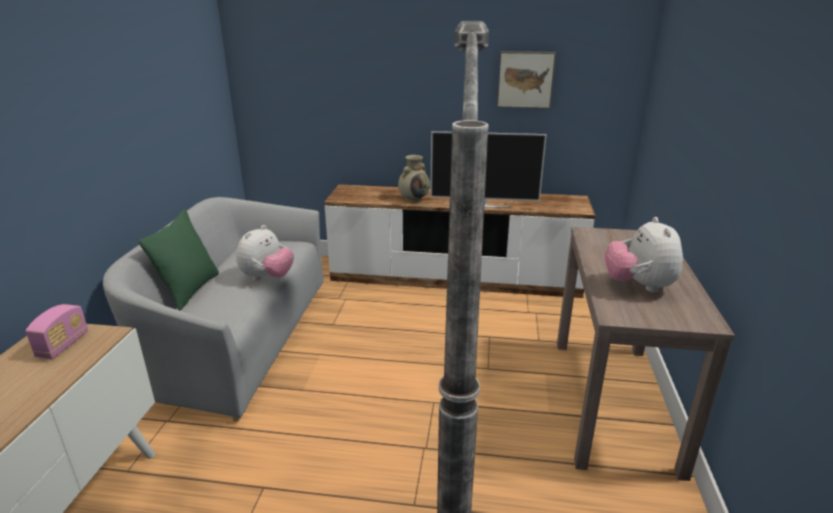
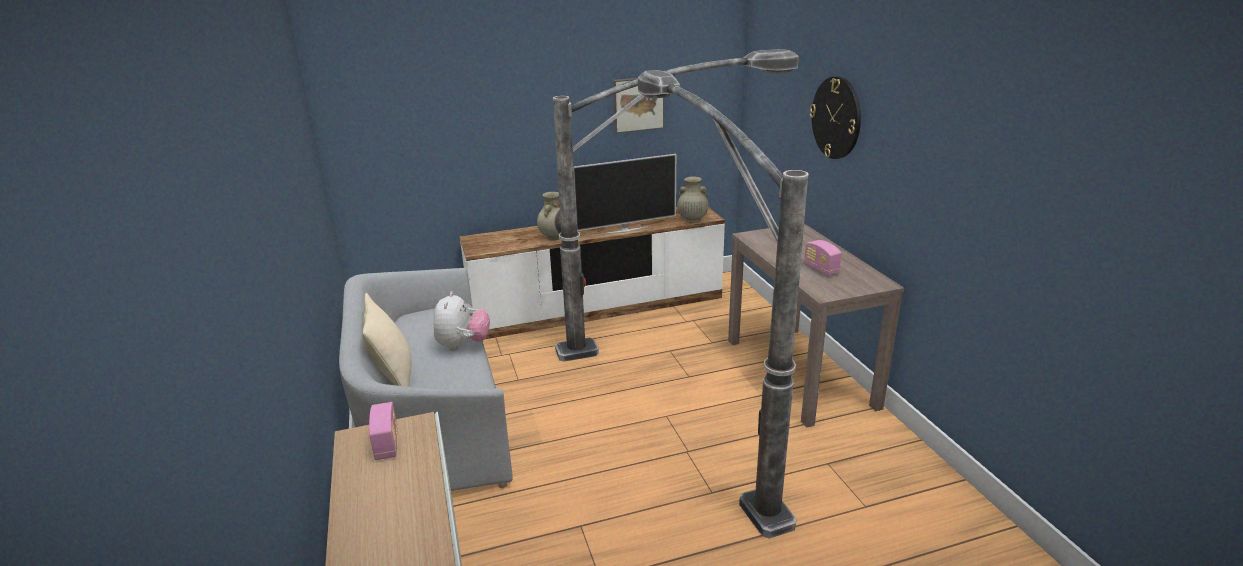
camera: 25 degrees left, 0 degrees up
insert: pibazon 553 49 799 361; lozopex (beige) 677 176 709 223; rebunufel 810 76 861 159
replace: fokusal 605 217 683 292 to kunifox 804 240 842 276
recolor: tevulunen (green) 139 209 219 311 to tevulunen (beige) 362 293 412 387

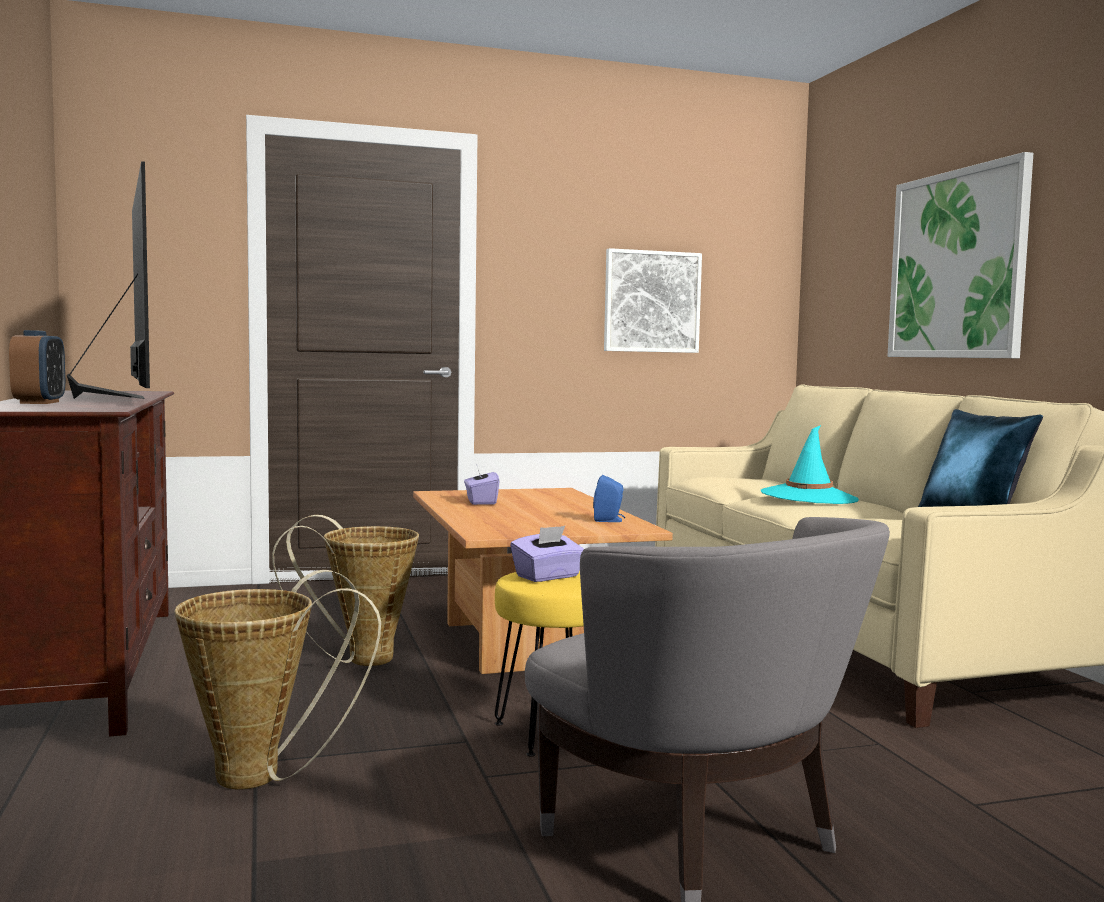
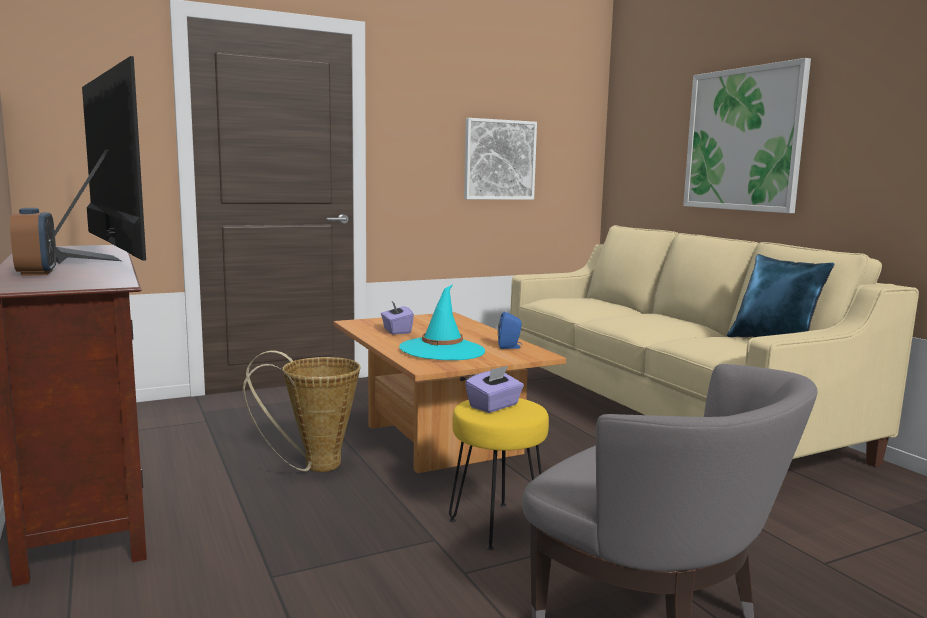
camera: 10 degrees left, 5 degrees up
delete: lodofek 174 570 381 789
move: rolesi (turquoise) 761 425 859 504 to 400 285 485 360

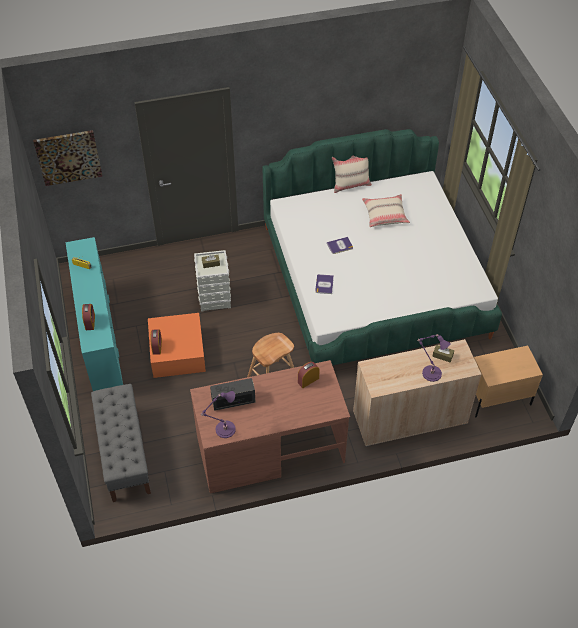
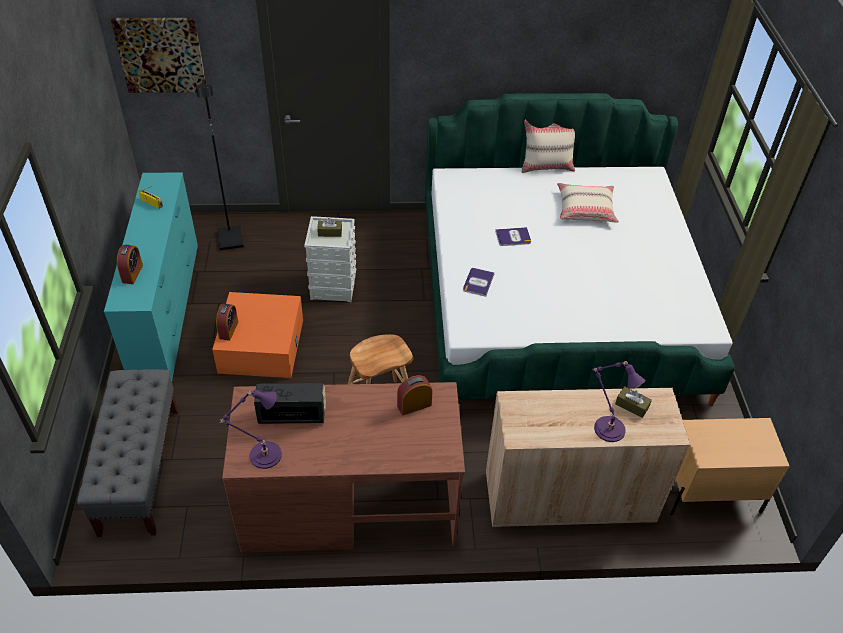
camera: 10 degrees right, 5 degrees down
insert: pibazon (black) 196 80 244 251

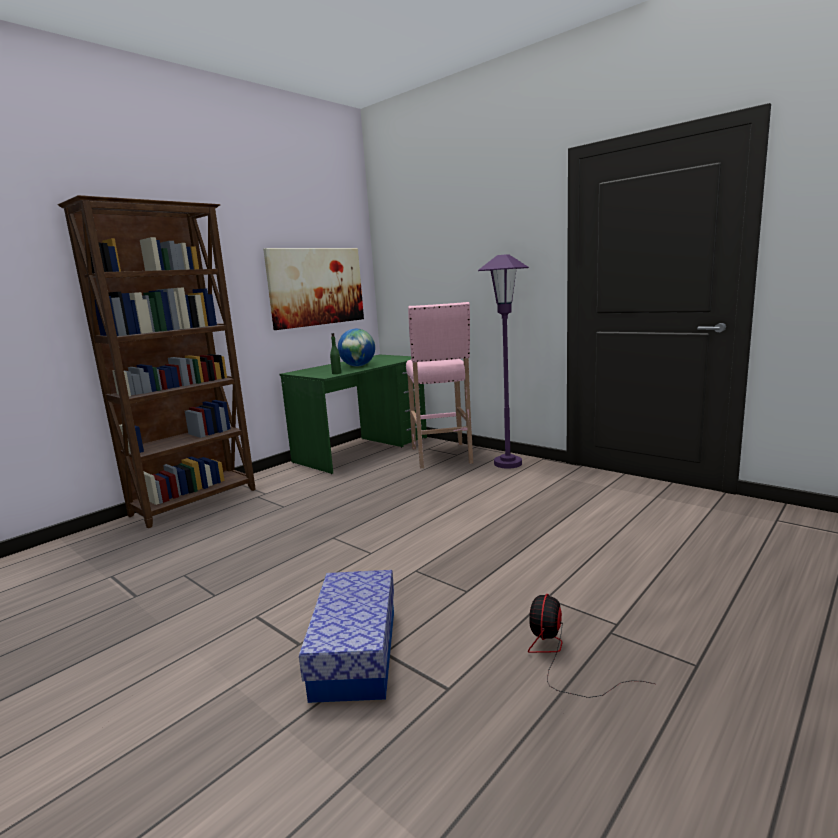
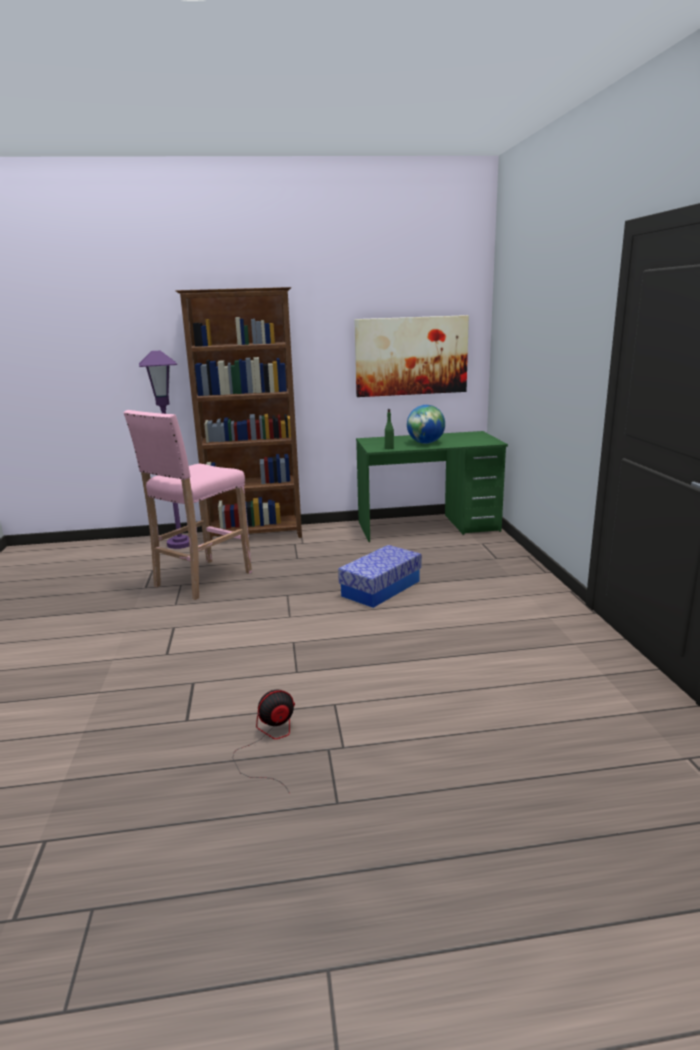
camera: 40 degrees right, 5 degrees up
move: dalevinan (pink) 406 302 473 468 to 124 410 252 600; pibazon (purple) 478 254 529 469 to 139 351 189 549; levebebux 299 570 394 703 to 338 545 422 608

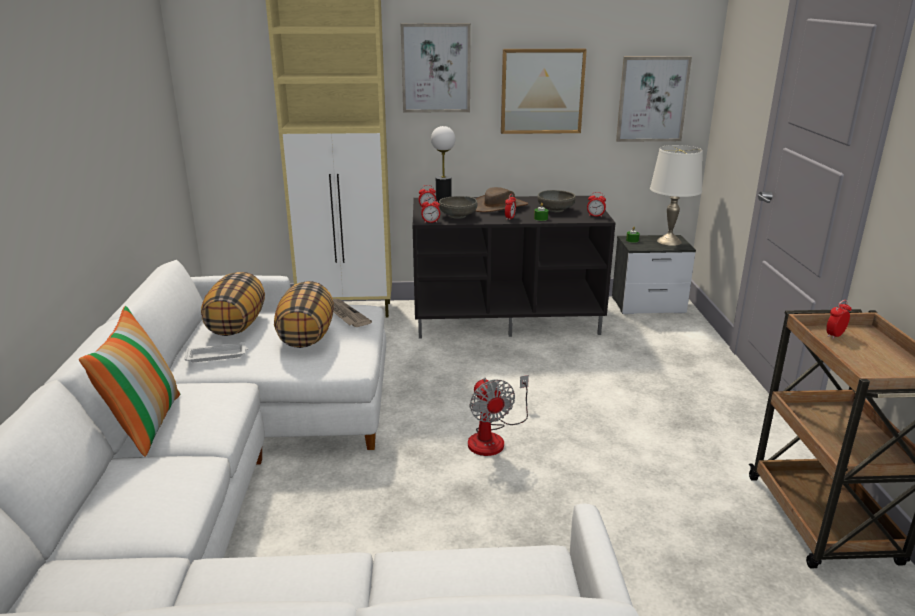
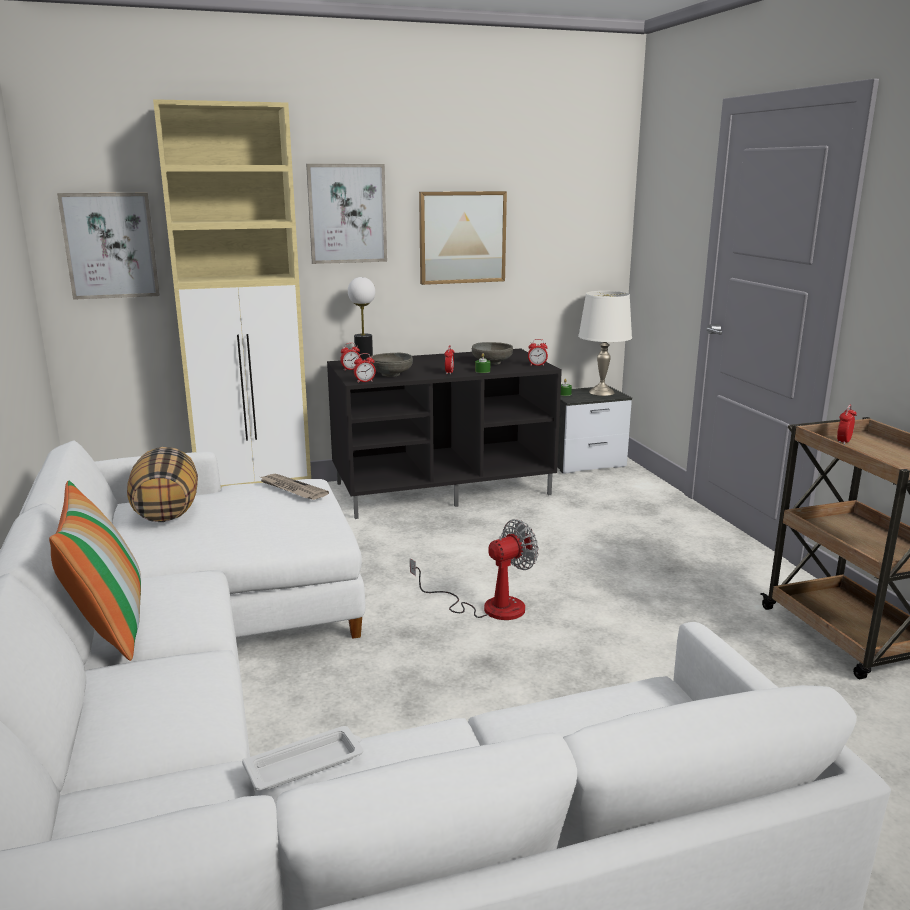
camera: 15 degrees left, 5 degrees down
delete: tevulunen 274 281 334 348; rolesi (brown) 475 187 528 212
move: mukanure 616 56 692 142 to 57 193 160 300; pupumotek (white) 185 343 248 362 to 242 726 363 791
rotate: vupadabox 468 375 529 456 = 410 519 539 620 90 degrees counterclockwise

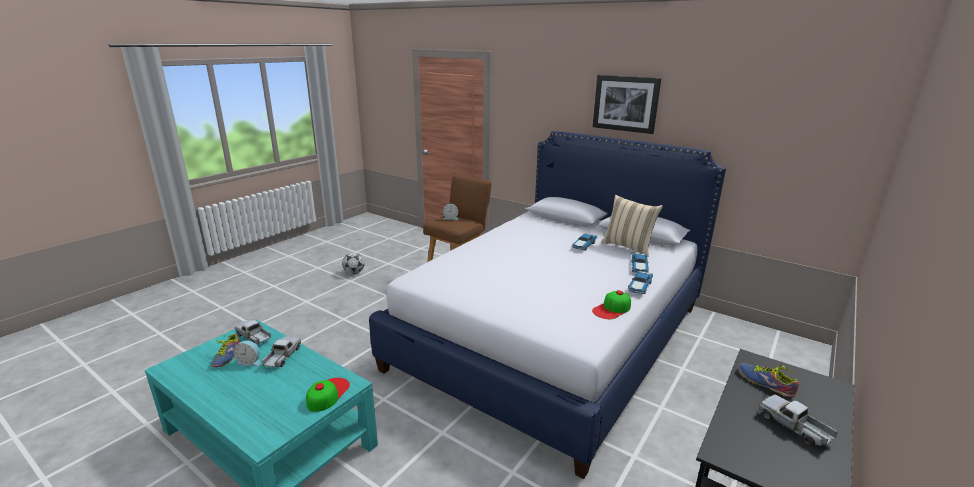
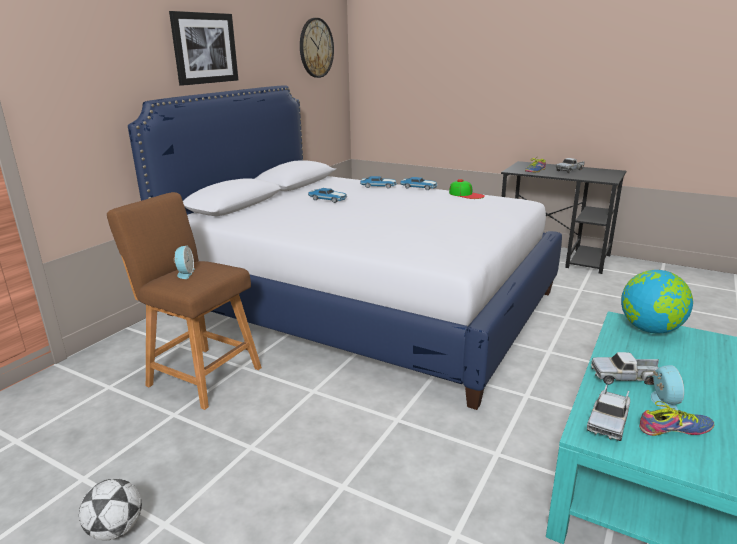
camera: 95 degrees left, 0 degrees up
delete: tevulunen (beige) 601 195 663 257
insert: rebunufel 300 18 334 78
replace: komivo 306 378 350 412 to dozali 621 270 693 334

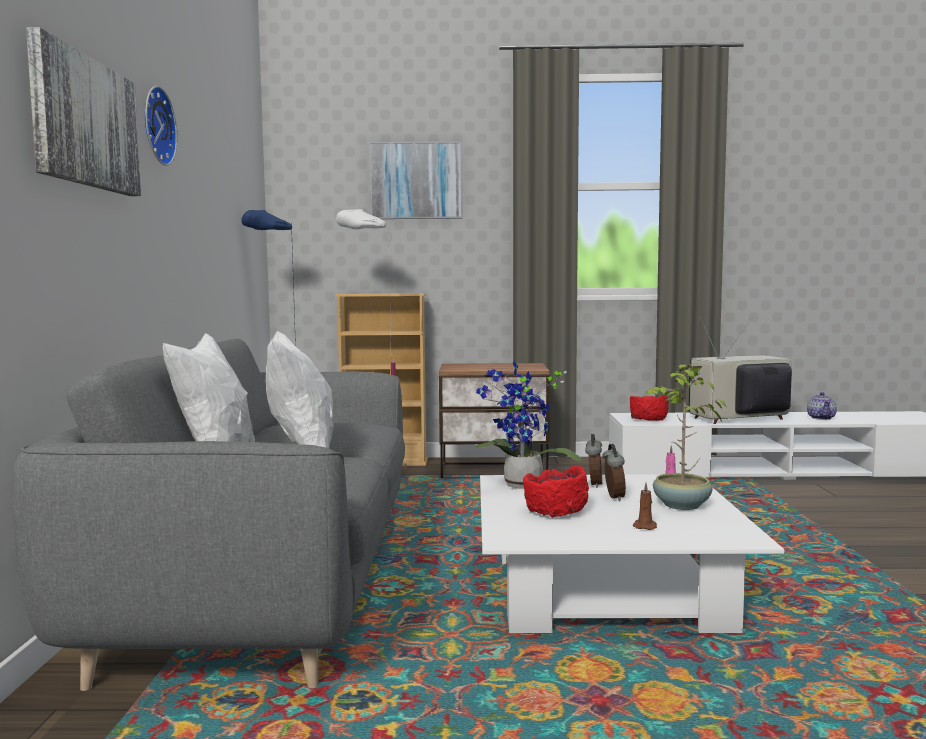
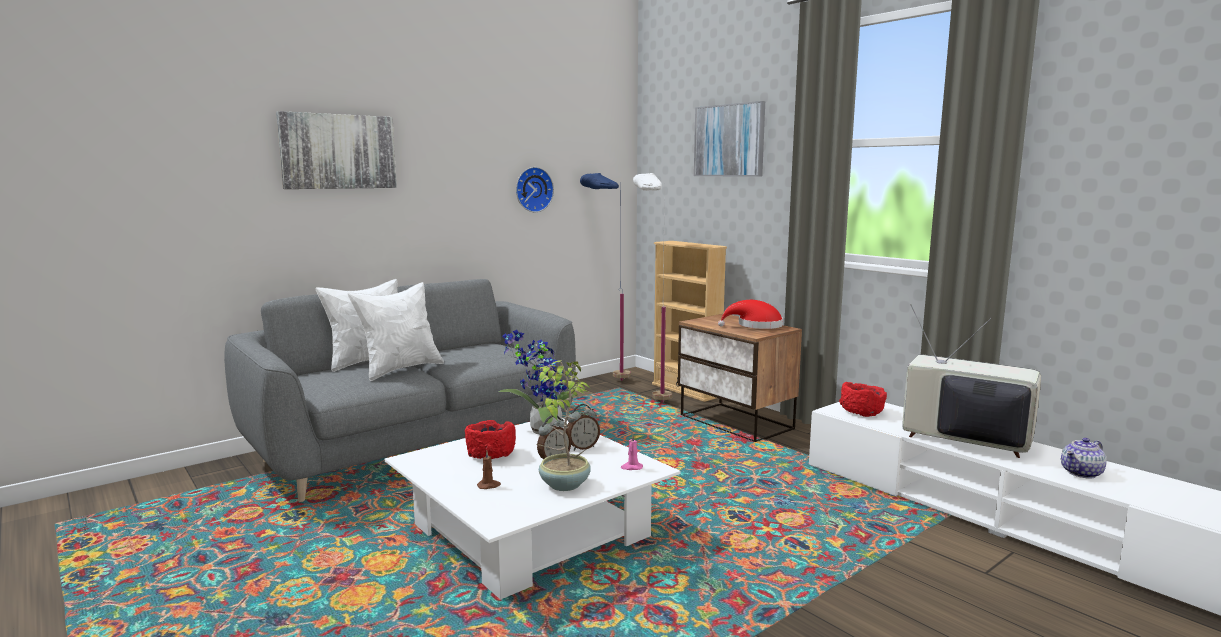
camera: 50 degrees right, 5 degrees up
insert: rolesi (red) 718 300 783 329
move: rebunufel 145 86 178 166 to 516 167 554 212

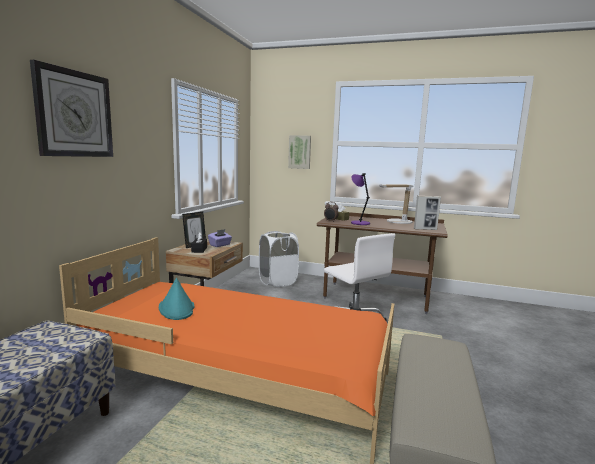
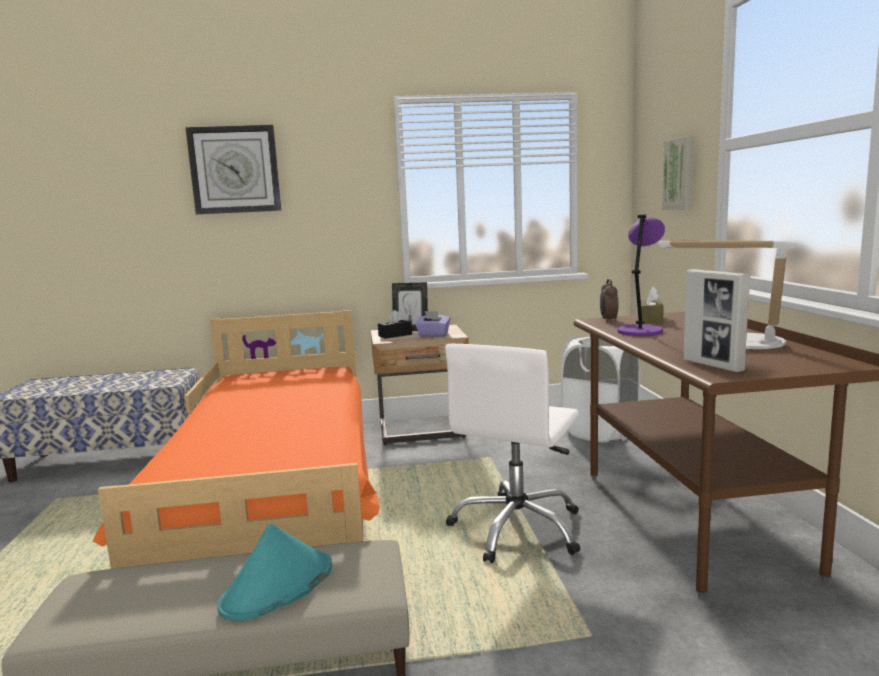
camera: 65 degrees right, 0 degrees up
move: rolesi (turquoise) 159 278 194 320 to 217 523 332 621

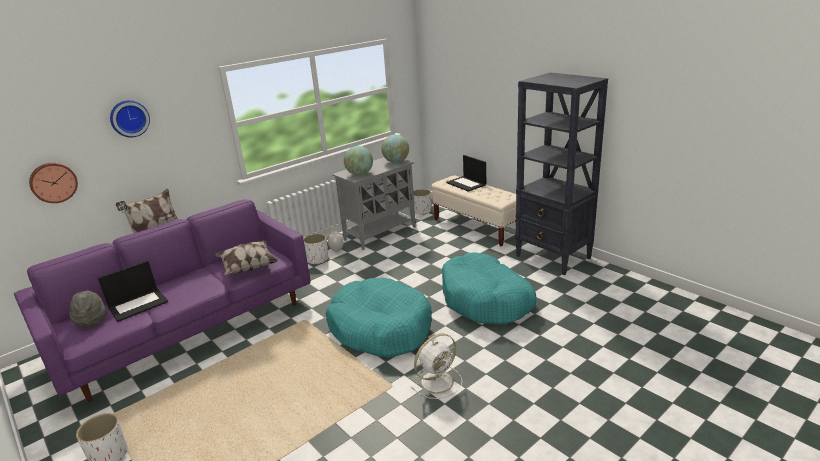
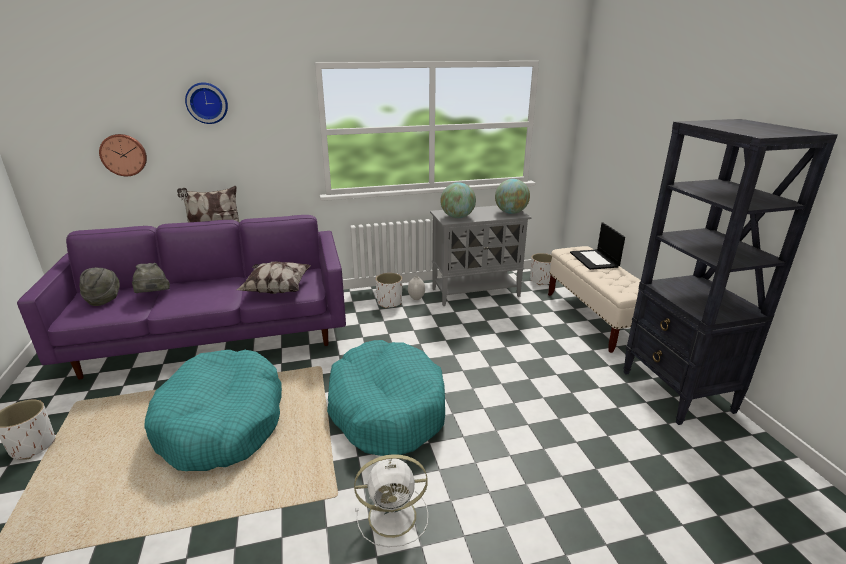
camera: 25 degrees right, 0 degrees up
move: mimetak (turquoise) 442 252 536 324 to 145 350 282 471
replace: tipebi 98 260 168 322 to rolesi (grey) 132 263 170 293

